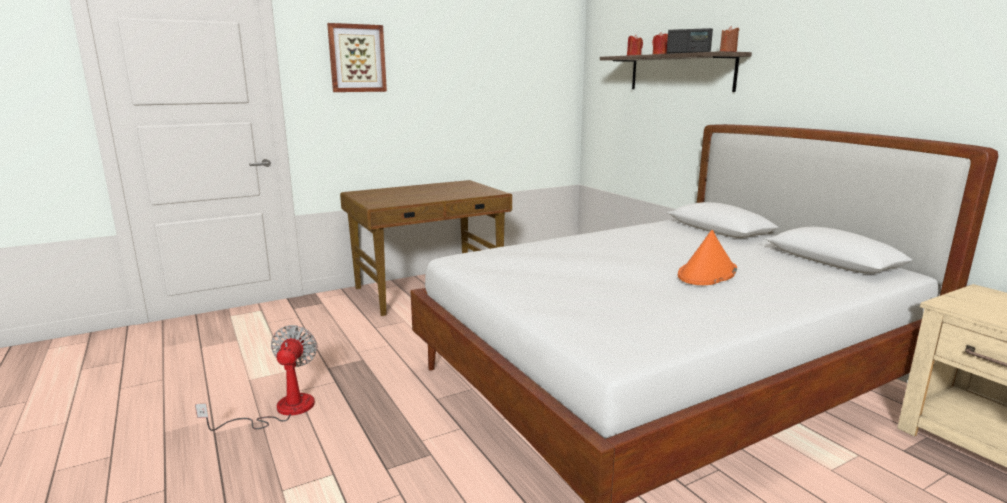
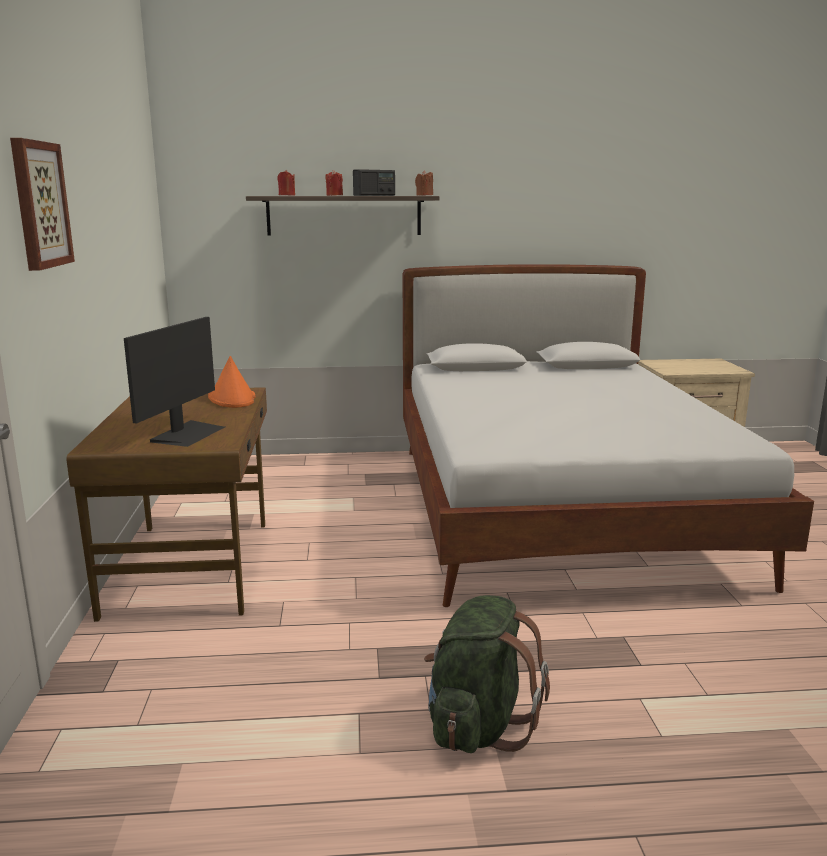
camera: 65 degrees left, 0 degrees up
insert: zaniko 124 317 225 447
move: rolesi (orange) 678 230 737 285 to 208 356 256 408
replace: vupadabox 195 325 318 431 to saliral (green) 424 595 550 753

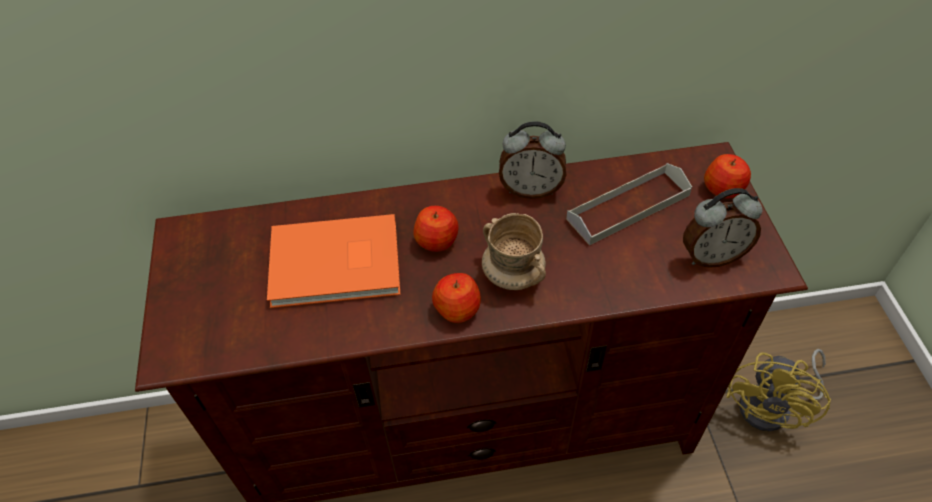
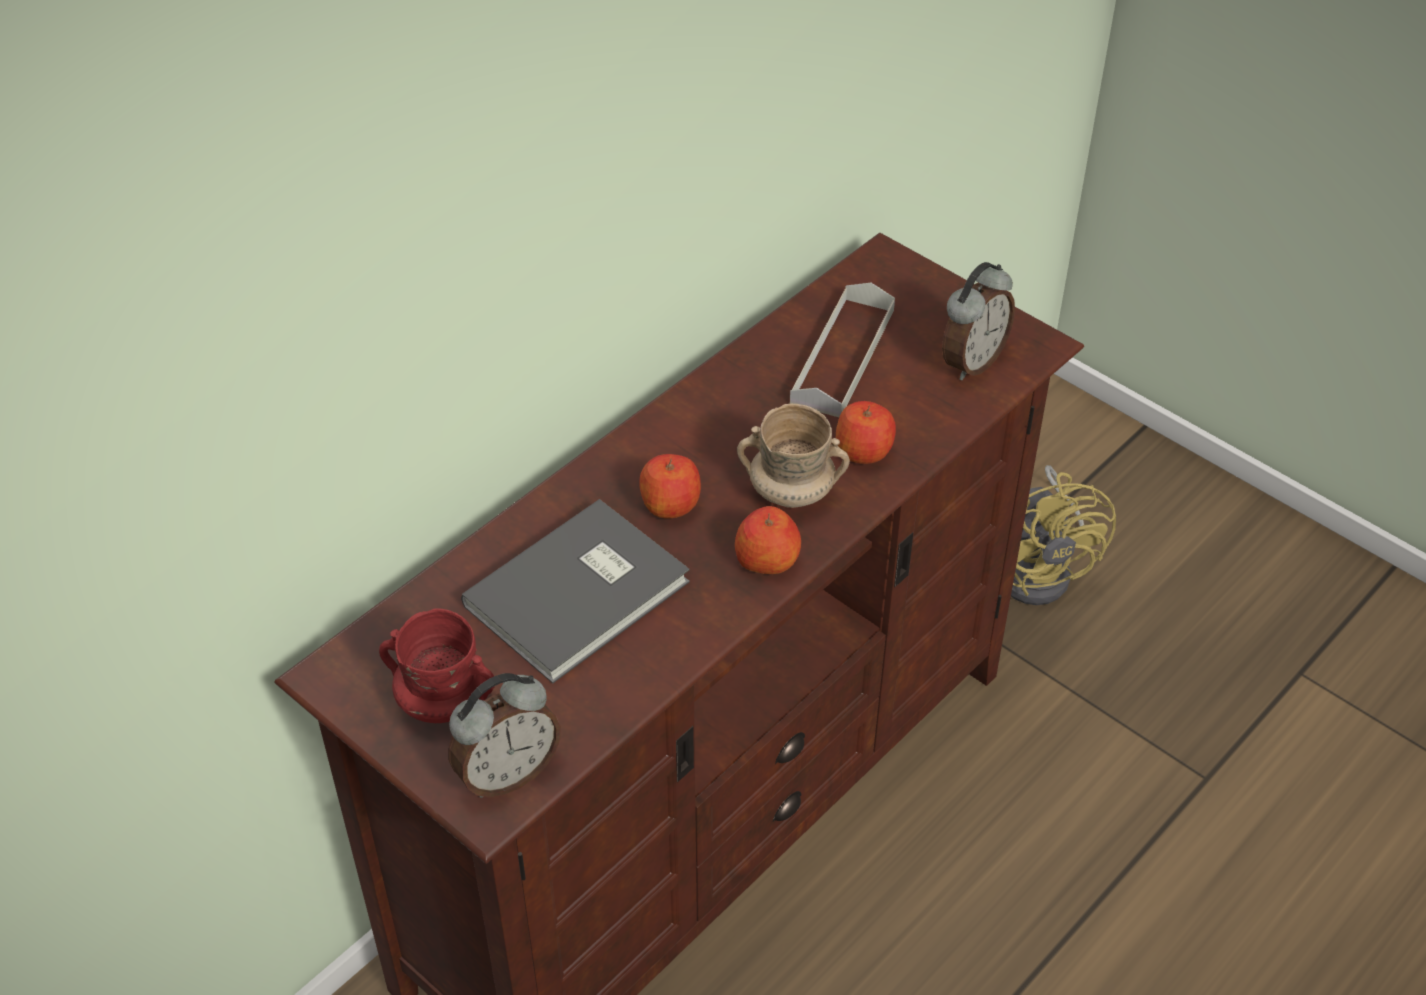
camera: 40 degrees left, 5 degrees down
insert: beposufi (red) 379 608 495 723
move: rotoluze 499 121 566 199 to 448 673 561 798; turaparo 704 154 751 199 to 836 401 896 464
recolor: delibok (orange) 267 214 401 308 to delibok (grey) 461 499 690 683

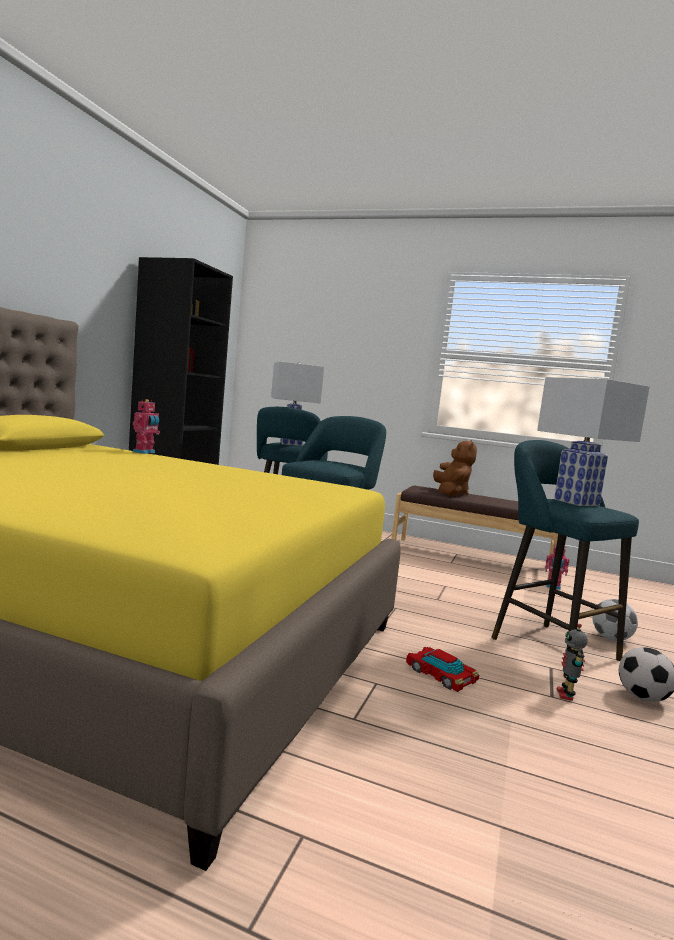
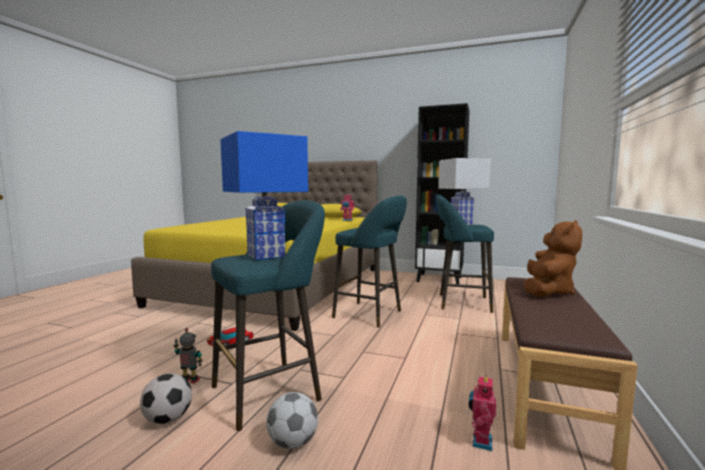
camera: 90 degrees right, 0 degrees up
recolor: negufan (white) 537 377 650 506 to negufan (blue) 220 131 308 260
rotate: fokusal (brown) 433 440 477 496 = 524 220 582 297 60 degrees counterclockwise

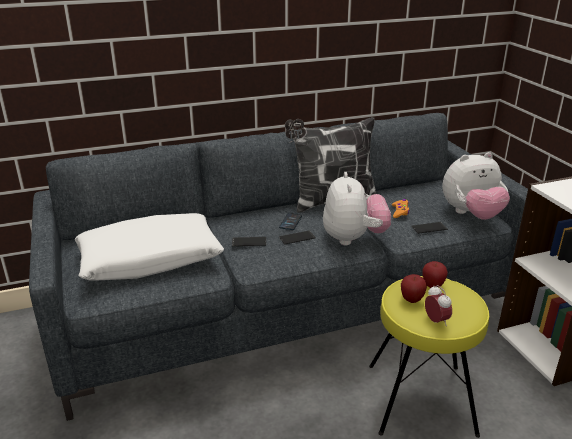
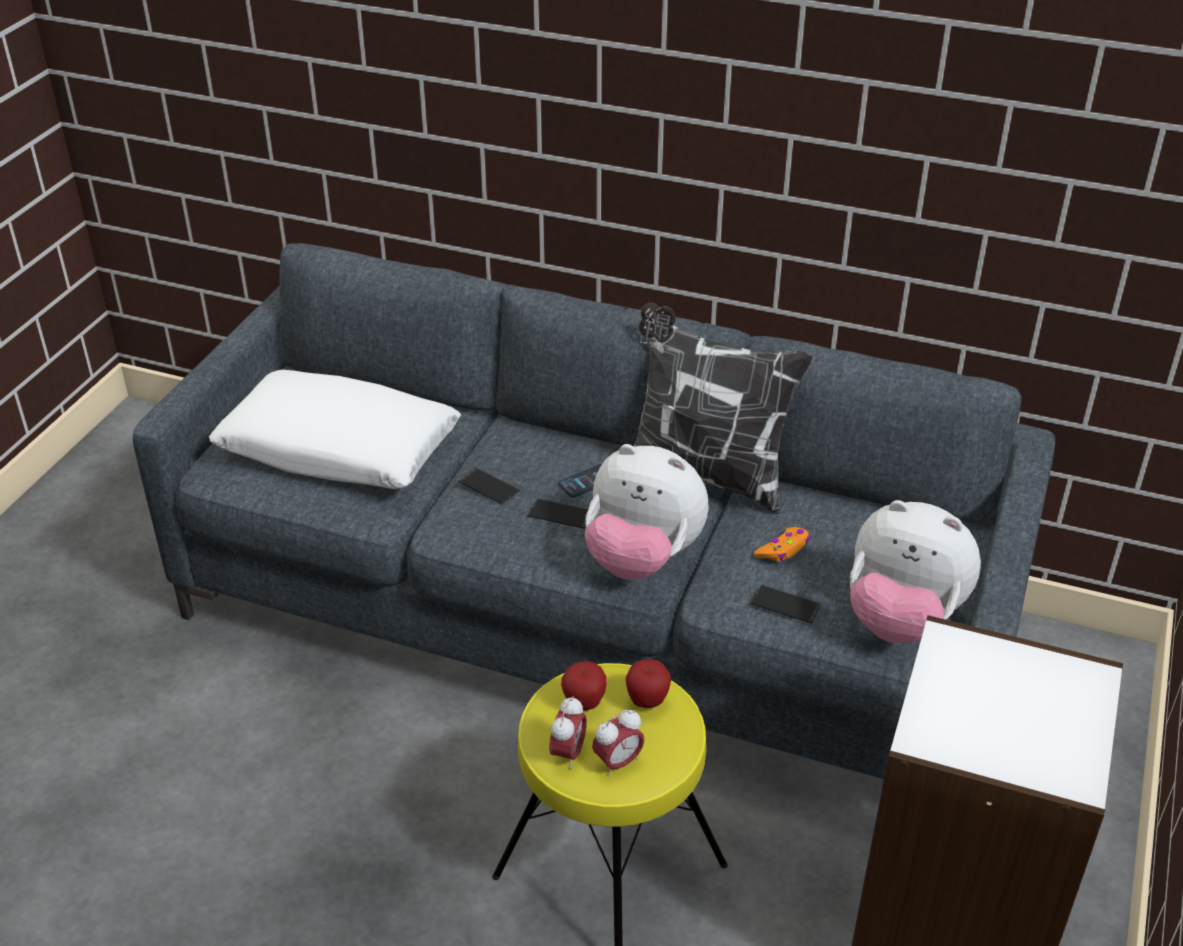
camera: 40 degrees right, 10 degrees up
insert: rotoluze 592 710 645 776
rotate: fokusal 323 172 391 245 = 585 444 709 580 75 degrees clockwise

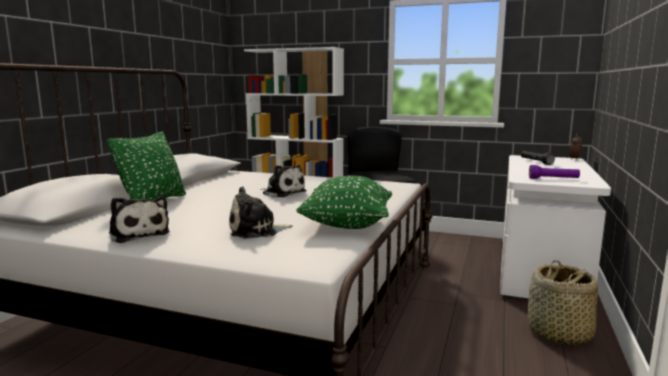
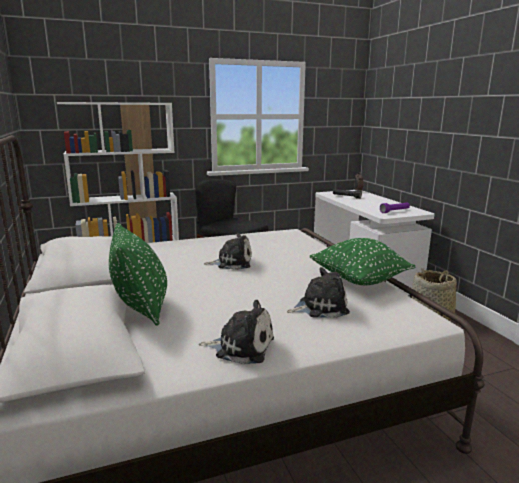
camera: 40 degrees left, 5 degrees up
rotate: fokusal 229 187 293 238 = 287 267 350 318 135 degrees counterclockwise

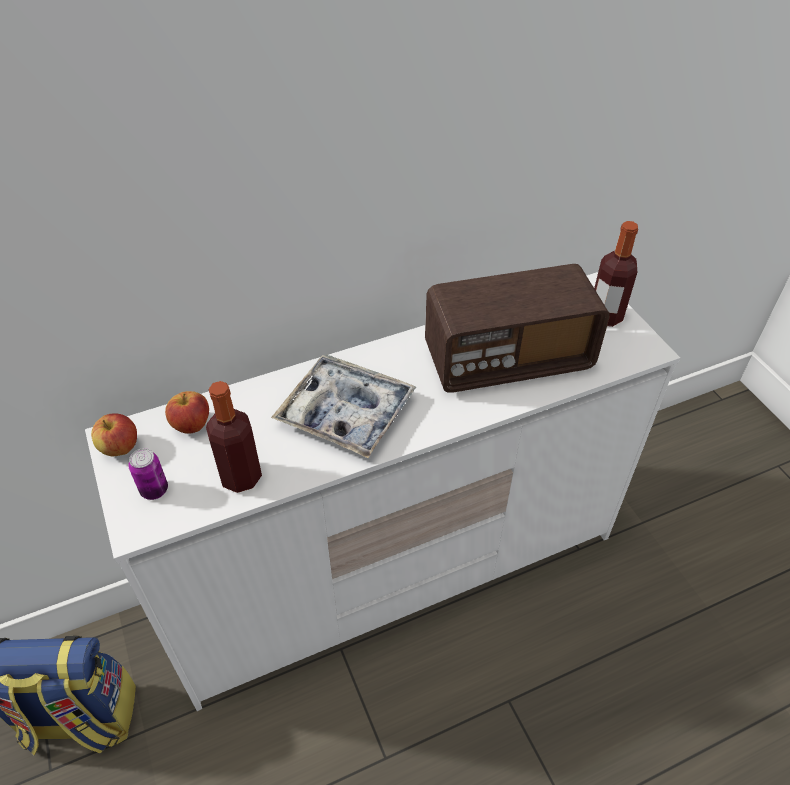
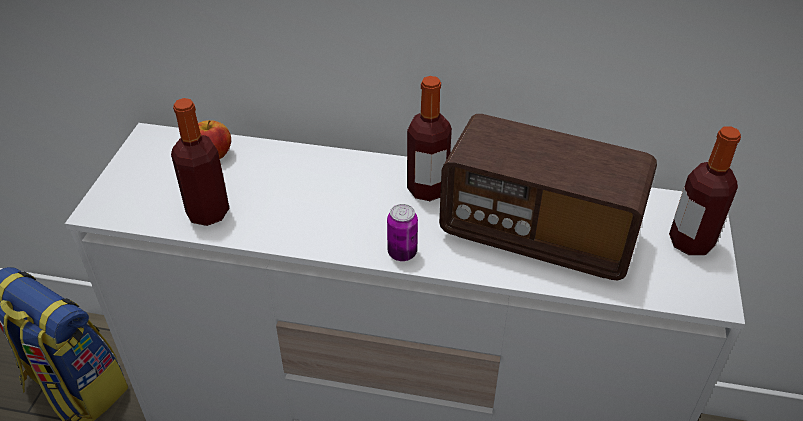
camera: 35 degrees right, 5 degrees down
delete: turaparo 91 413 137 456; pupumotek 271 355 416 459
insert: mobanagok 407 76 452 201
move: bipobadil 128 448 168 500 to 387 204 418 261

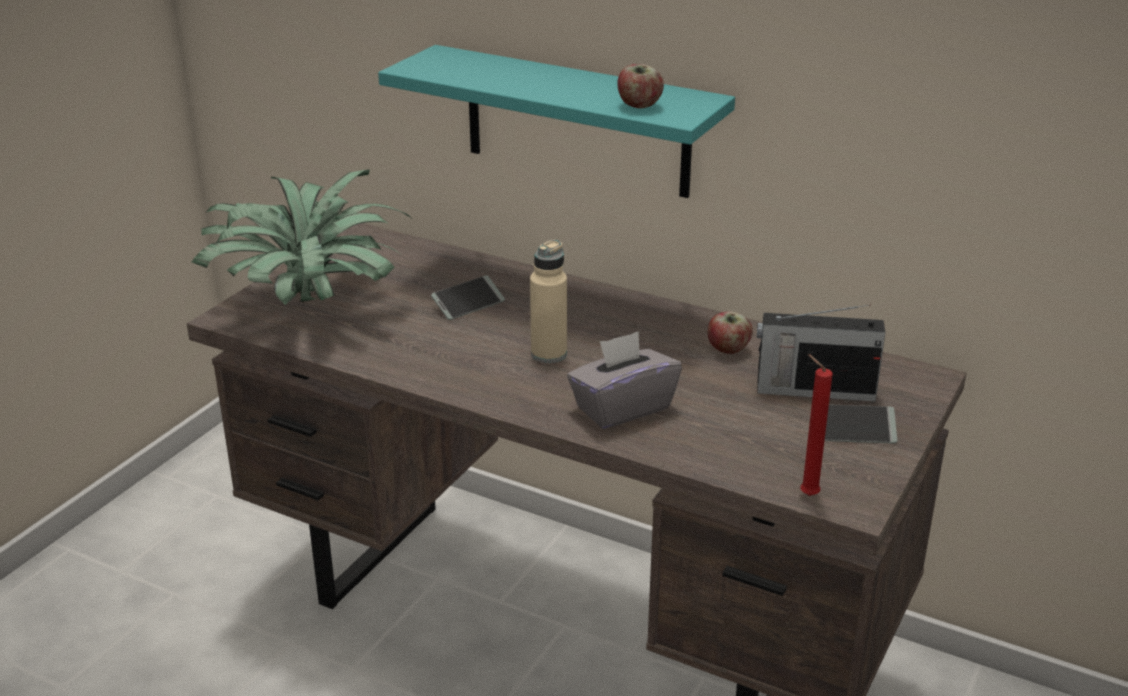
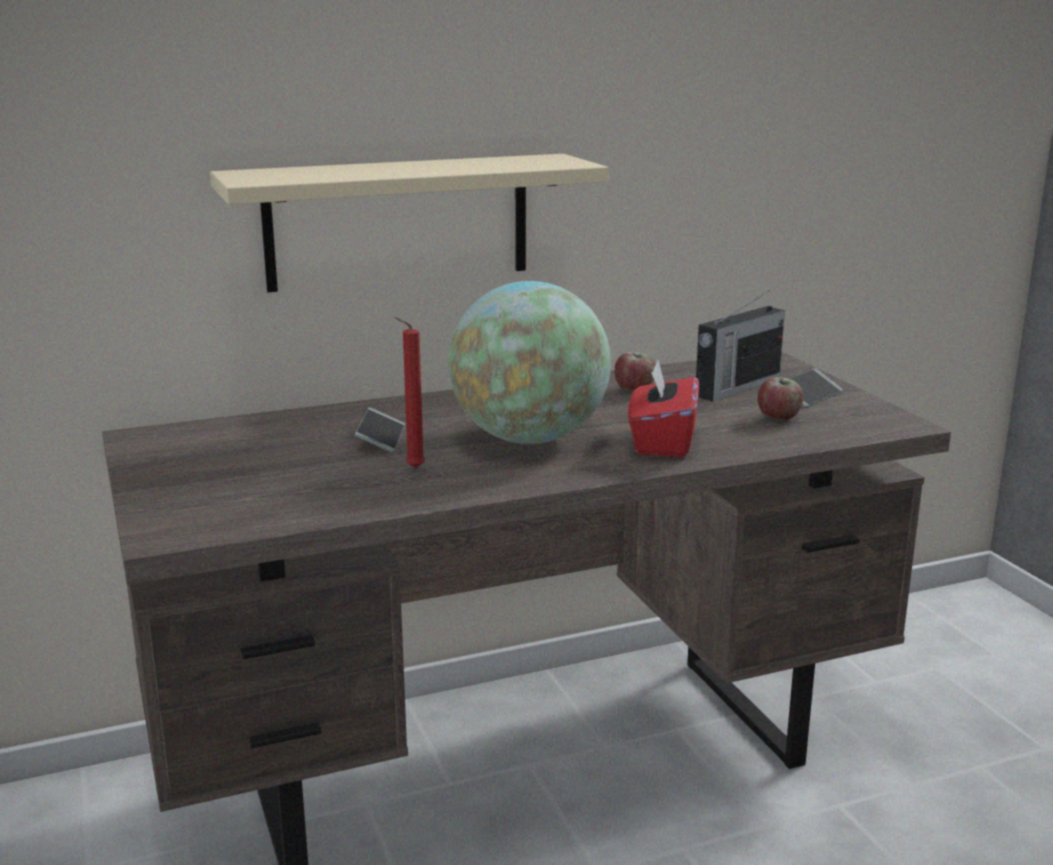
camera: 50 degrees left, 10 degrees down
delete: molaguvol 191 169 411 305
move: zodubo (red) 800 354 833 496 to 394 317 425 468; turaparo 617 64 664 108 to 758 377 804 420
replace: mobanagok (beige) 530 240 567 363 to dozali 448 281 611 444
recolor: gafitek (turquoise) 378 45 735 198 to gafitek (beige) 210 154 609 292; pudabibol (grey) 567 332 682 429 to pudabibol (red) 628 360 699 457

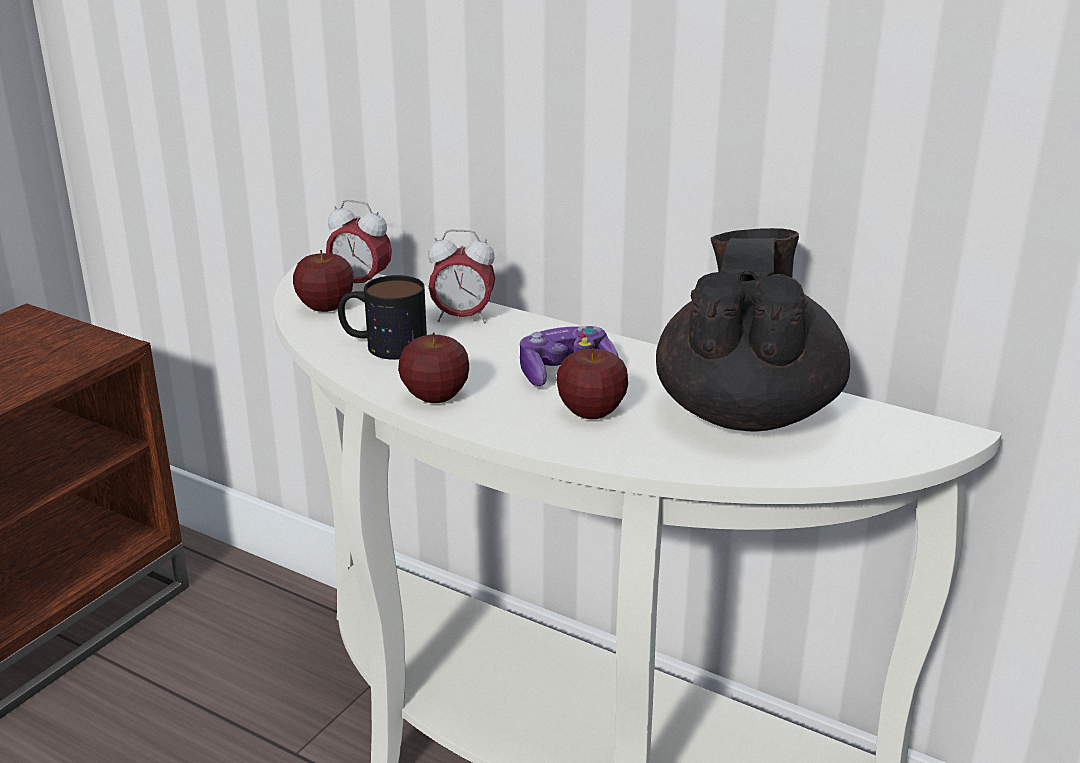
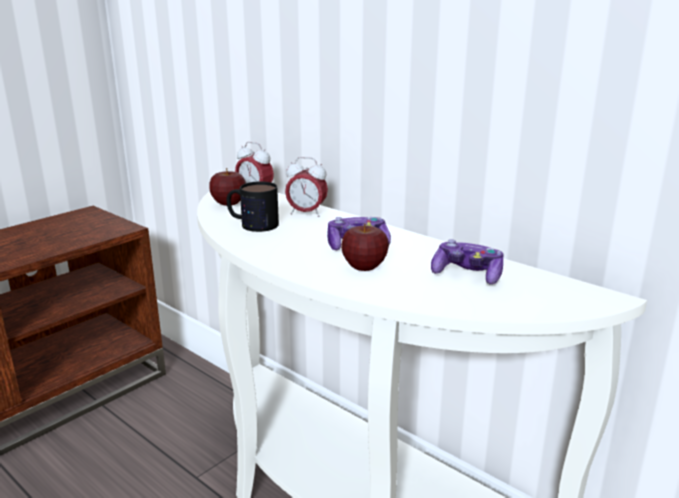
camera: 10 degrees right, 5 degrees down
delete: turaparo 398 332 469 403
replace: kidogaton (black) 656 228 850 431 to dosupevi 431 239 504 284

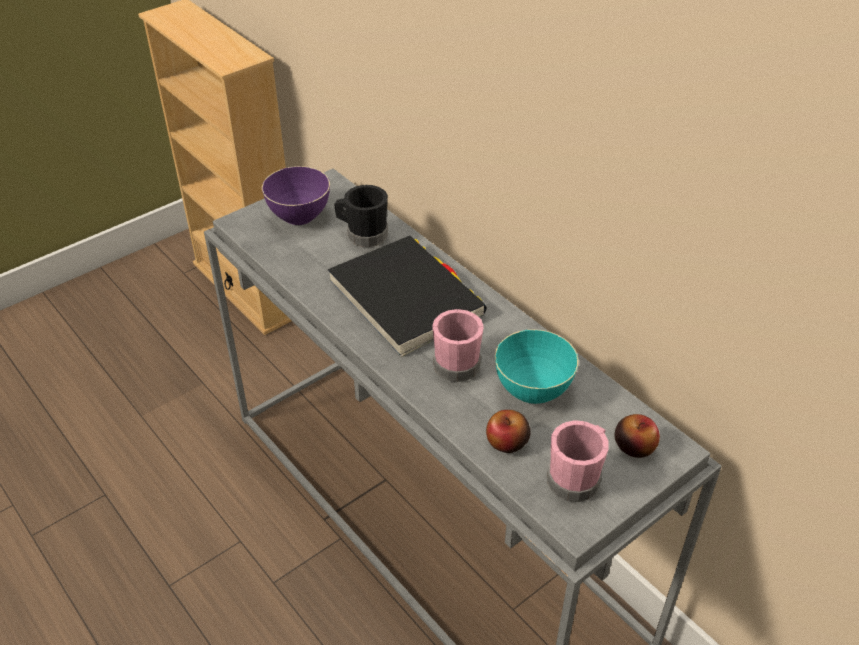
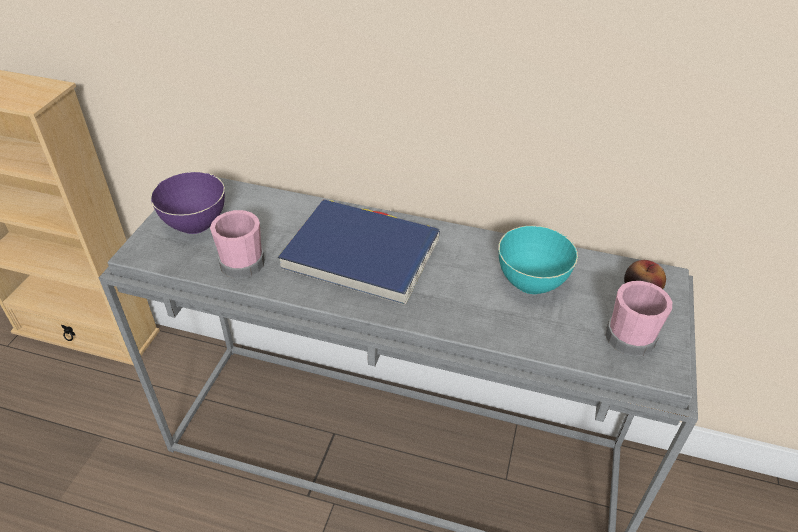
camera: 35 degrees left, 0 degrees up
delete: beposufi (black) 334 185 388 247; turaparo 486 410 531 453
move: beposufi (pink) 432 309 484 382 to 210 210 265 278
recolor: delibok (black) 328 236 487 357 to delibok (blue) 278 199 440 305

